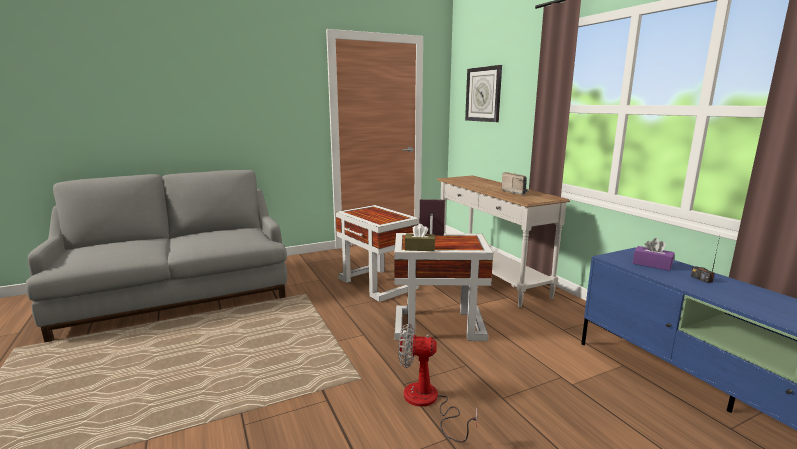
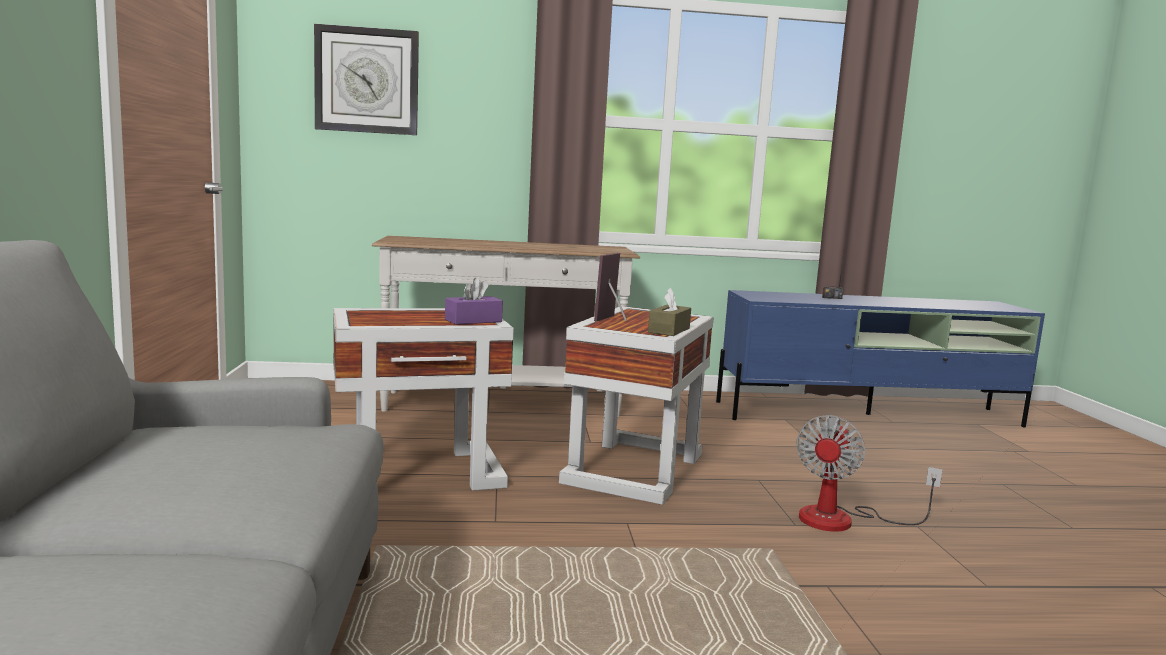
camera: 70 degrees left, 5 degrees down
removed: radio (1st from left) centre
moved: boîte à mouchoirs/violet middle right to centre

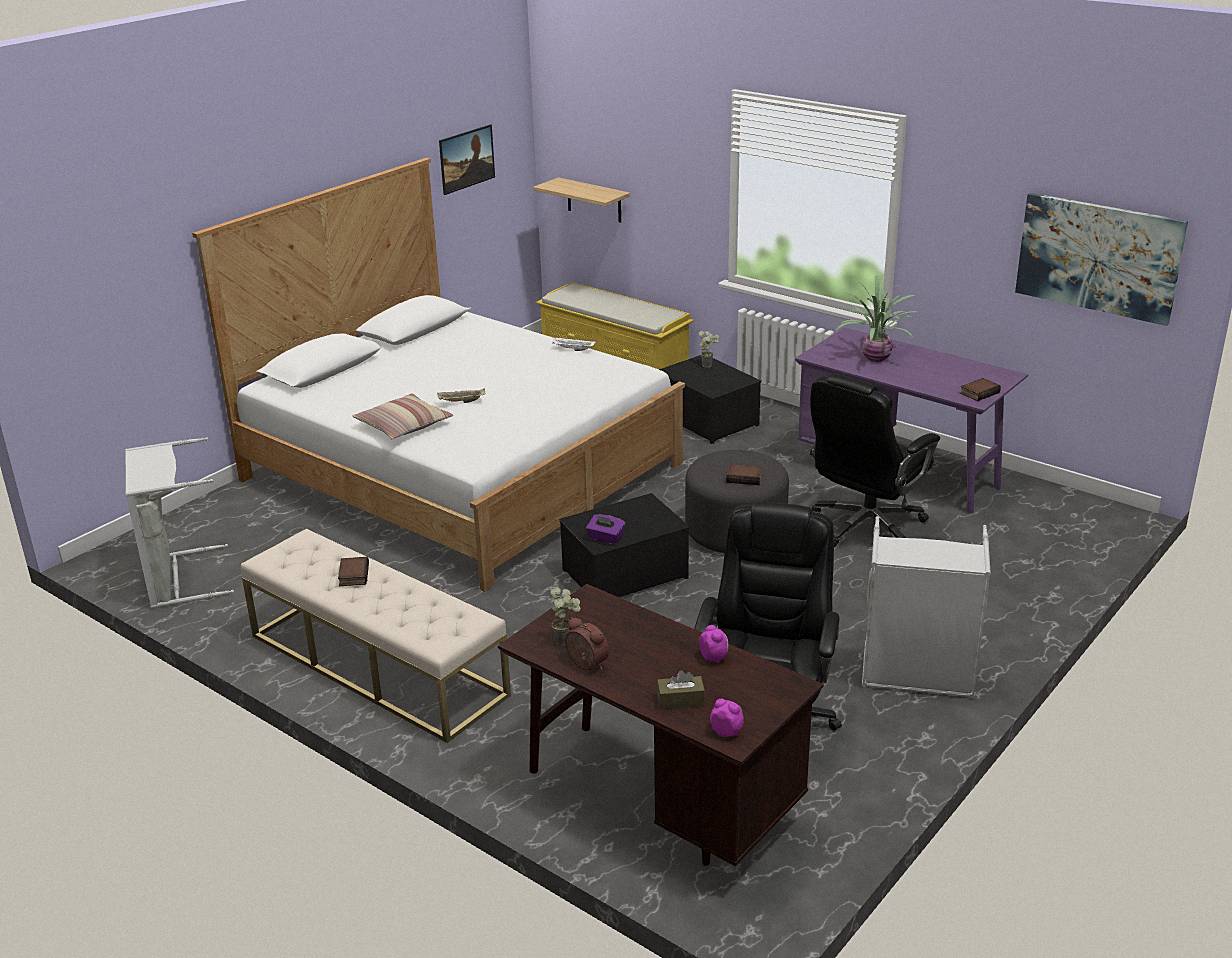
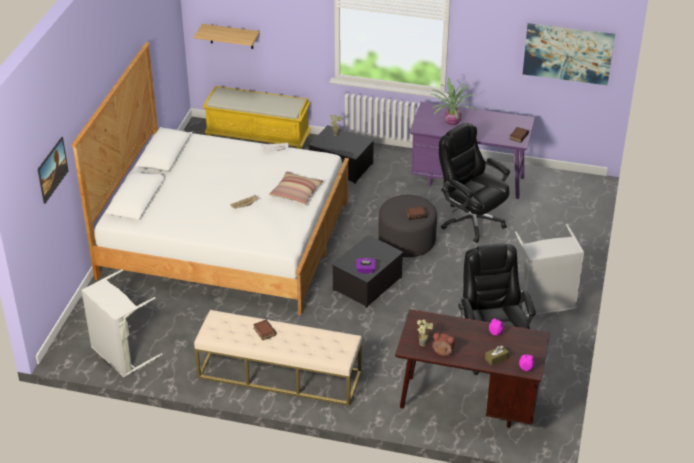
camera: 25 degrees left, 10 degrees up
moved: coussin middle left to centre; tableau (1st from left) top centre to middle left
turned: chaise de bureau/noir (2nd from left in the first image) middle right = middle right 120 degrees clockwise

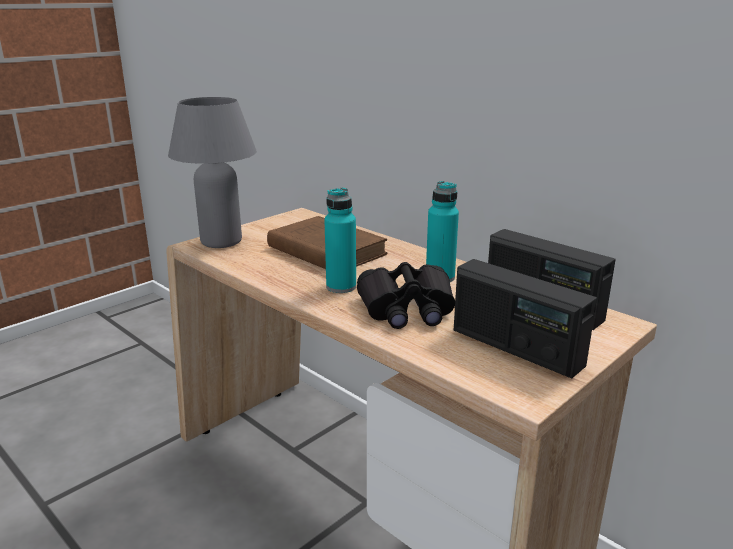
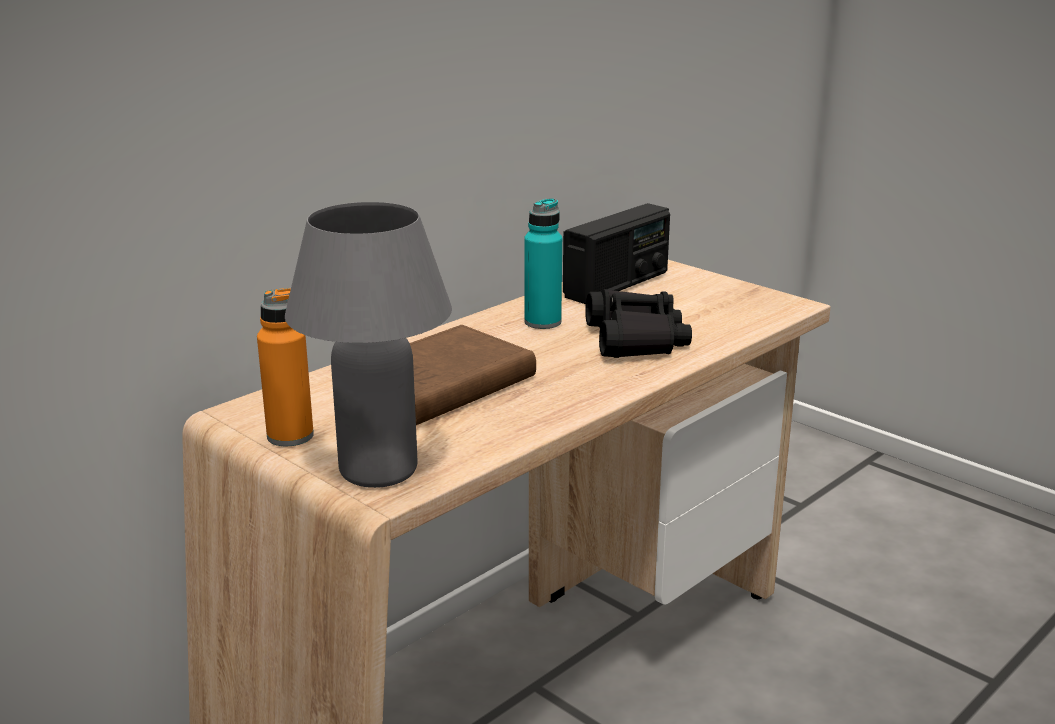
camera: 90 degrees left, 0 degrees up
removed: bouteille/turquoise (1st from left) centre; radio (1st from left) middle right
added: bouteille/orange middle left

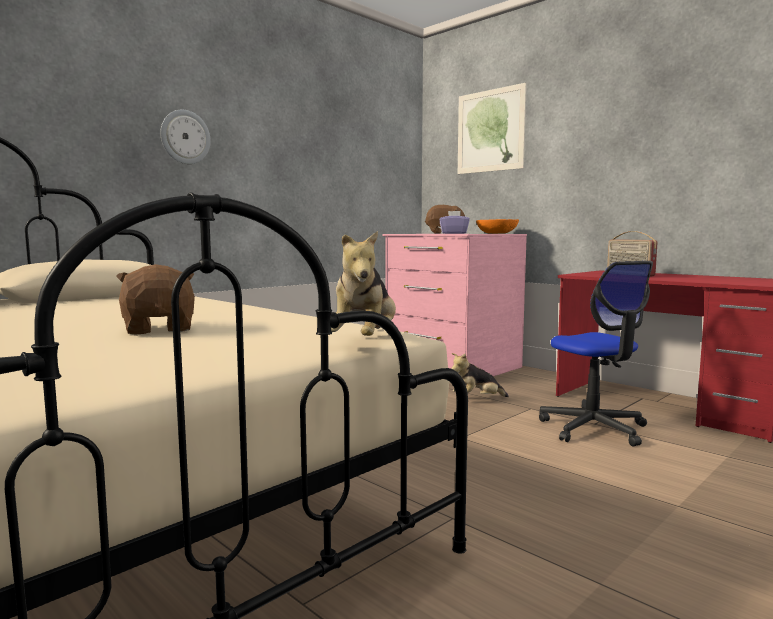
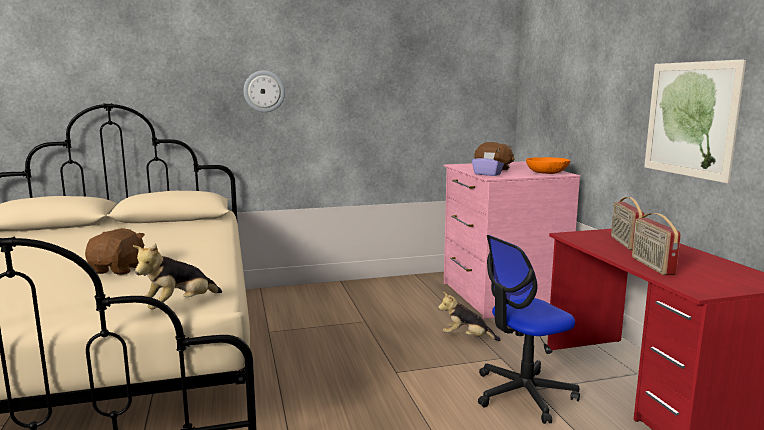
camera: 30 degrees right, 5 degrees up
added: radio (2nd from left) middle right
moved: tableau top centre to top right
turned: chaise de bureau middle right = bottom right 60 degrees clockwise

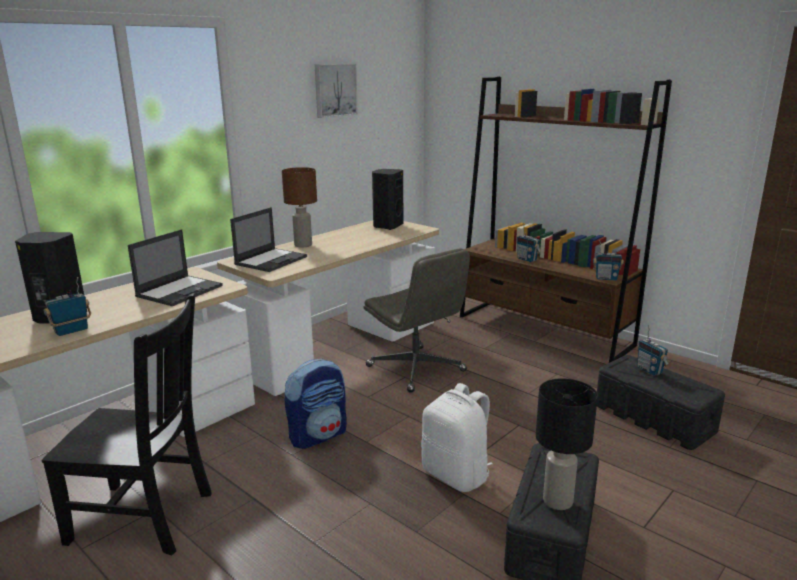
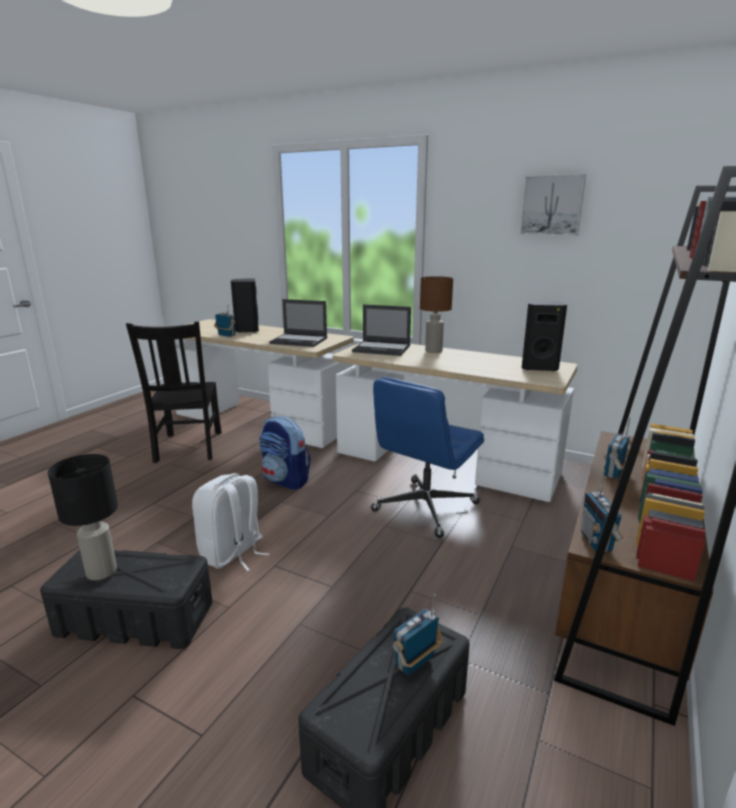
camera: 75 degrees right, 0 degrees up
recoloured: chaise de bureau/gris centre to chaise de bureau/bleu centre

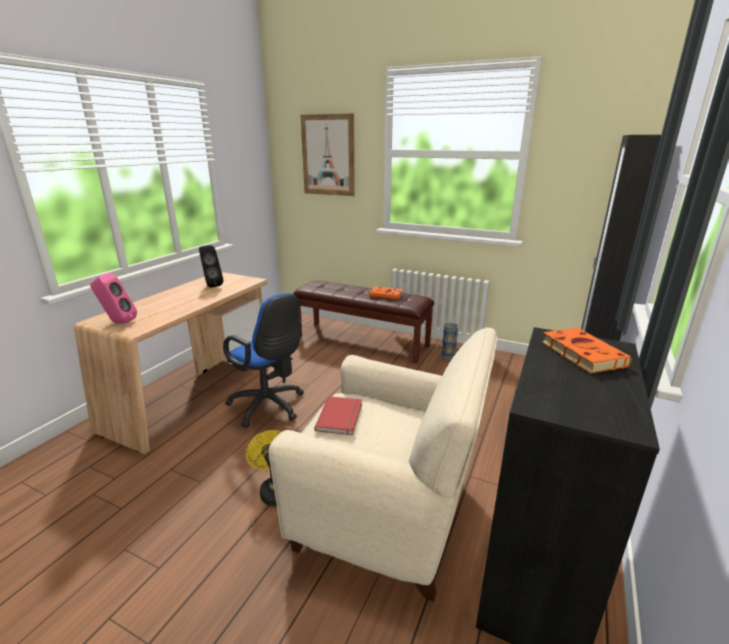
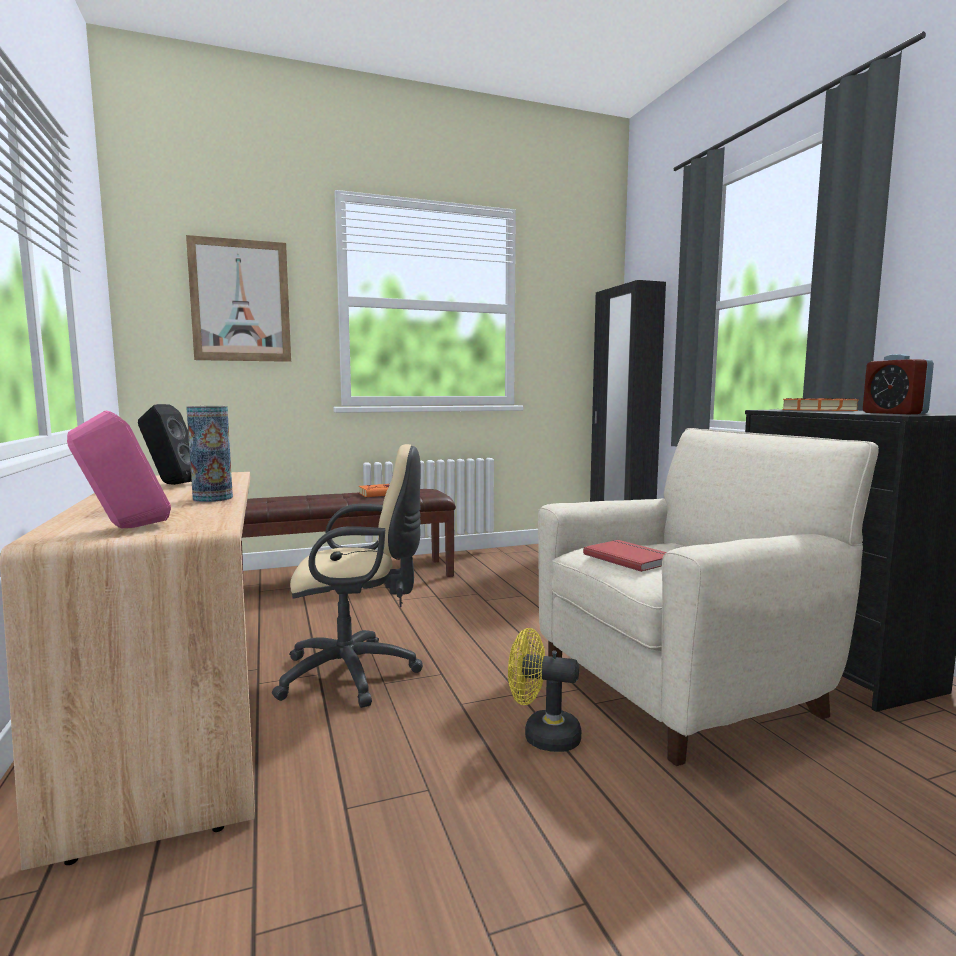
camera: 45 degrees left, 15 degrees down
added: réveil middle right
moved: vase centre to middle left
recoloured: chaise de bureau/bleu centre to chaise de bureau/beige centre

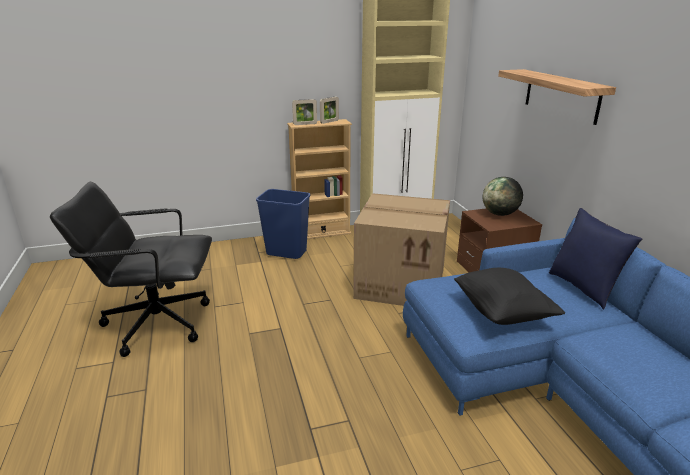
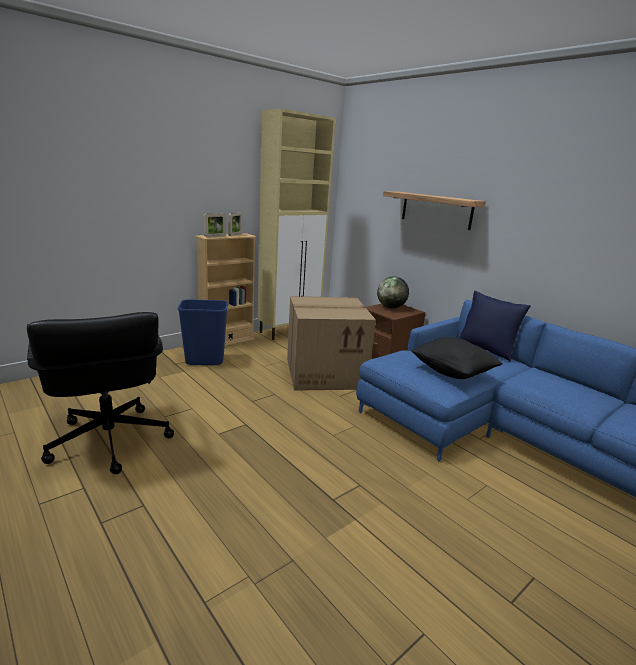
camera: 25 degrees left, 5 degrees down
turned: chaise de bureau/noir middle left = middle left 90 degrees counterclockwise

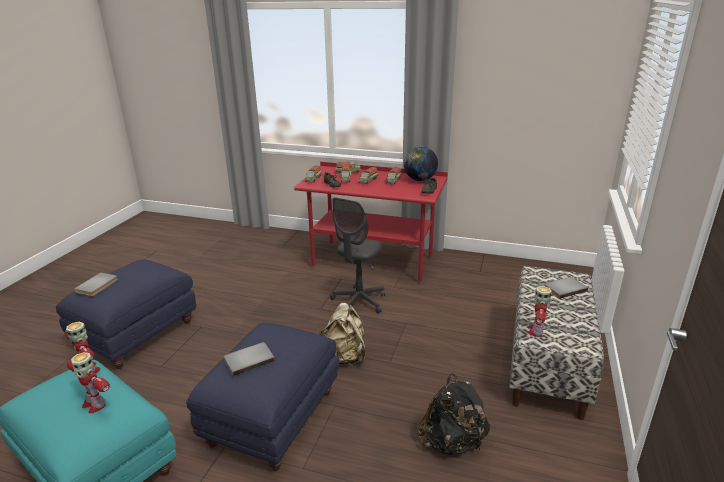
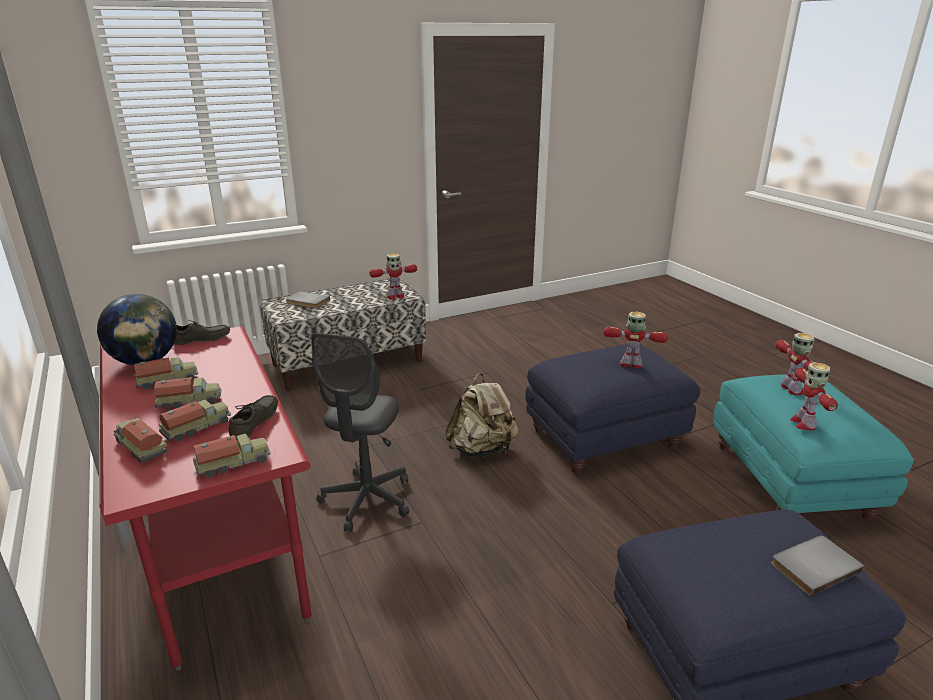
camera: 135 degrees left, 0 degrees up
removed: sac à dos/noir bottom centre
replaced: livre/gris (2nd from left) bottom centre to robot jouet (2nd from left) middle right
turned: chaise de bureau/gris centre = centre 120 degrees clockwise

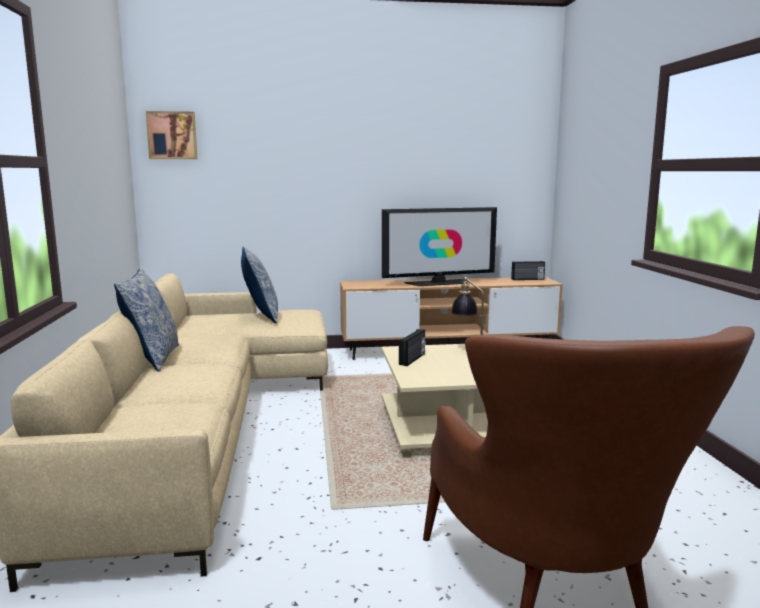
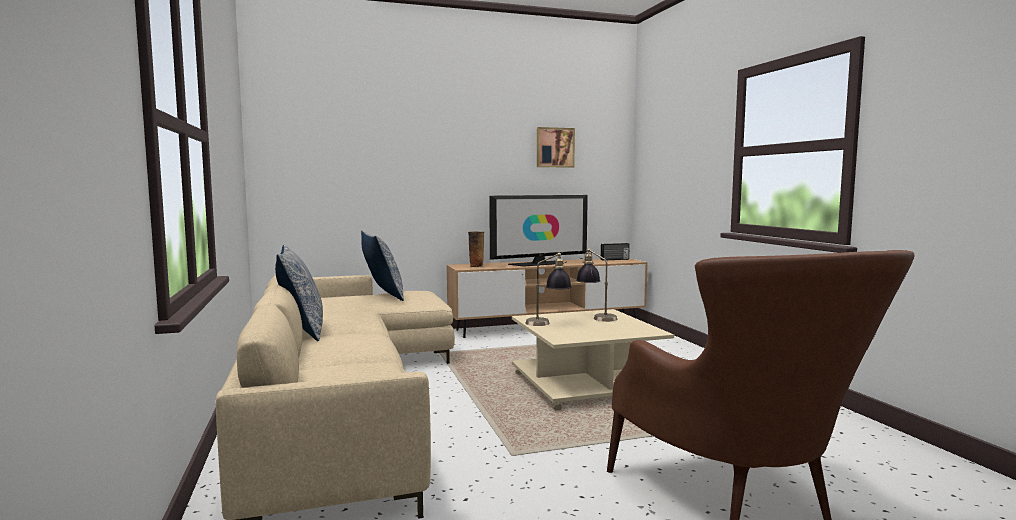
camera: 10 degrees left, 5 degrees down
added: vase centre
moved: tableau top left to top centre
replaced: radio (1st from left) centre to lampe de table (1st from left) centre

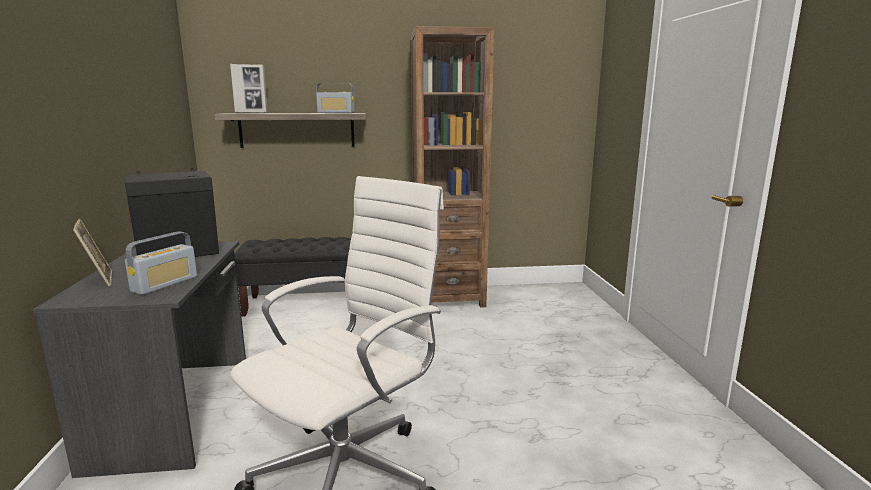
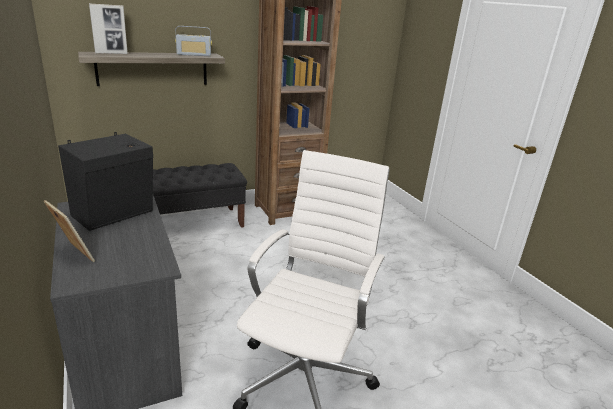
camera: 20 degrees left, 10 degrees up
removed: radio (1st from left) middle left

